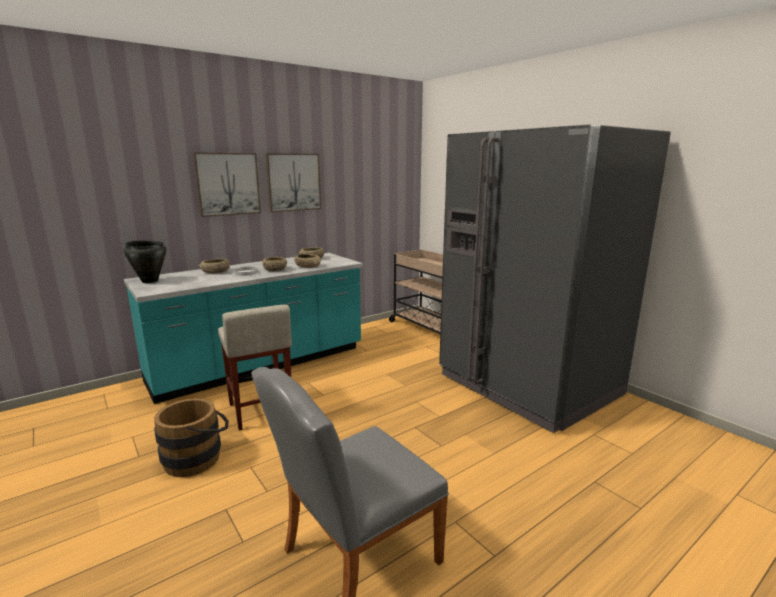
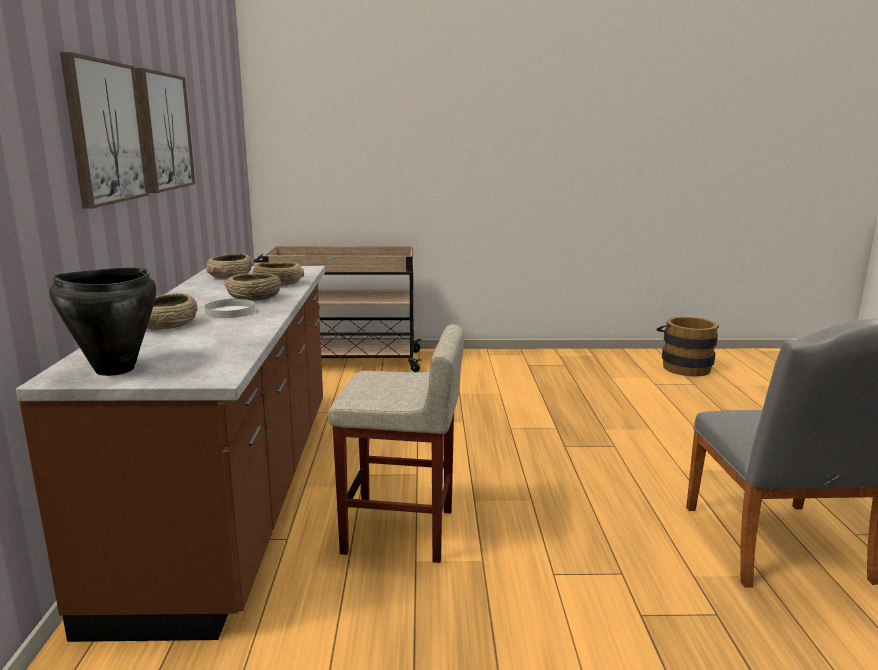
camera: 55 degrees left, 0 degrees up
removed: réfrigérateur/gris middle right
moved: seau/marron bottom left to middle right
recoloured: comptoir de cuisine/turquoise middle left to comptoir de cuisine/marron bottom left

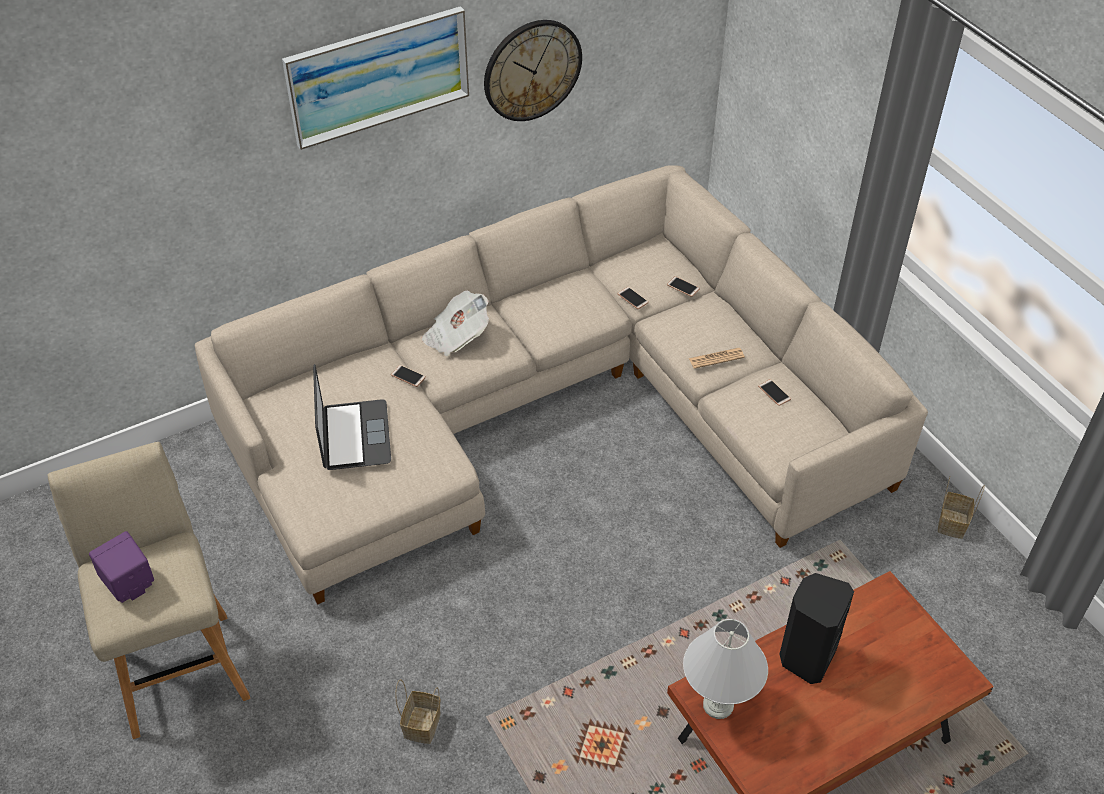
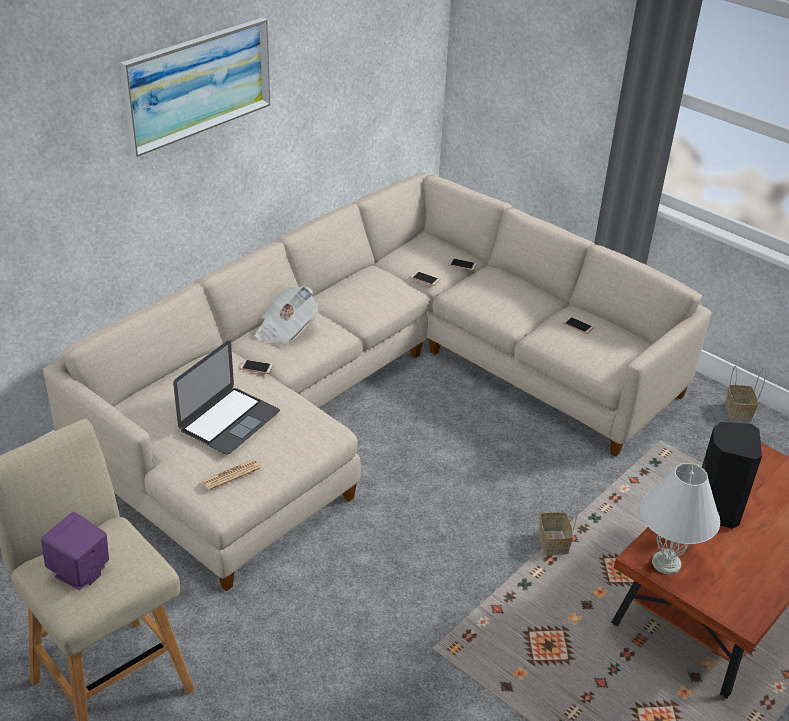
camera: 20 degrees left, 10 degrees down
removed: horloge murale top centre
moved: panier (1st from left) bottom centre to bottom right; journal (2nd from left in the first image) centre to journal (1st from left) middle left
turned: ordinateur portable middle left = middle left 60 degrees clockwise

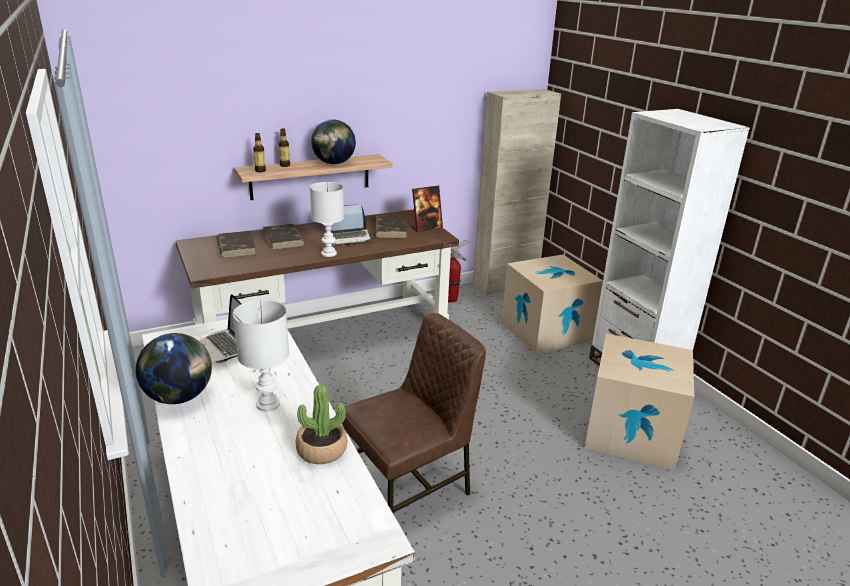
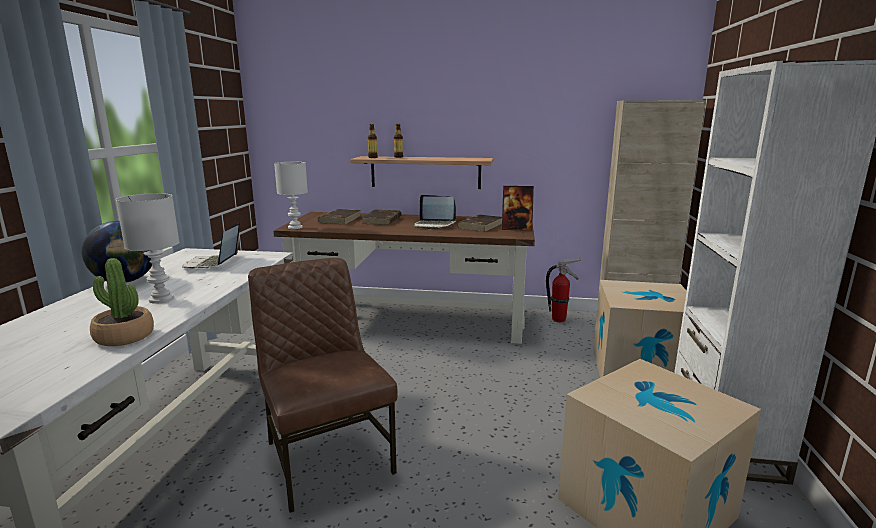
camera: 35 degrees right, 10 degrees down
removed: globe (2nd from left) top centre
moved: lampe de table/blanc (2nd from left) centre to middle left
turned: chaise/marron bottom centre = bottom centre 120 degrees counterclockwise

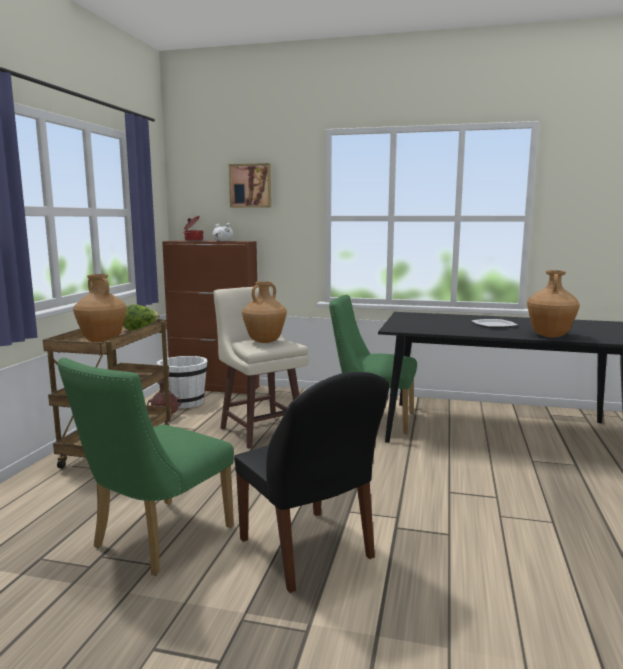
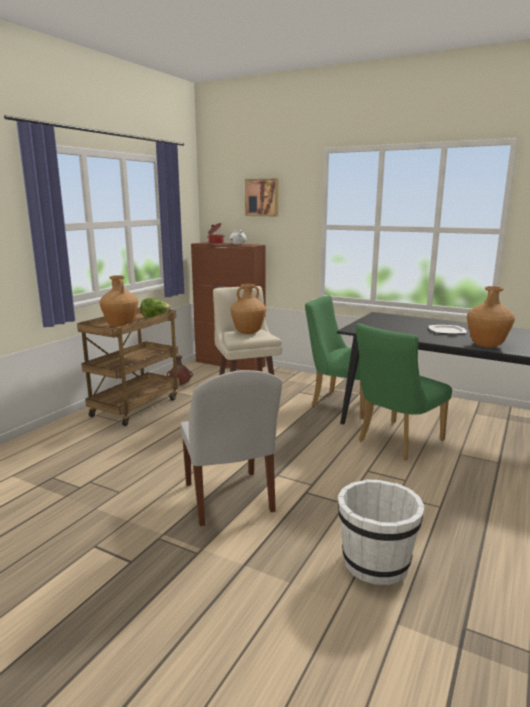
camera: 15 degrees right, 5 degrees up
moved: chaise/vert (1st from left in the first image) bottom left to chaise/vert (2nd from left) middle right; seau/blanc middle left to bottom right
recoloured: chaise/noir bottom centre to chaise/blanc centre

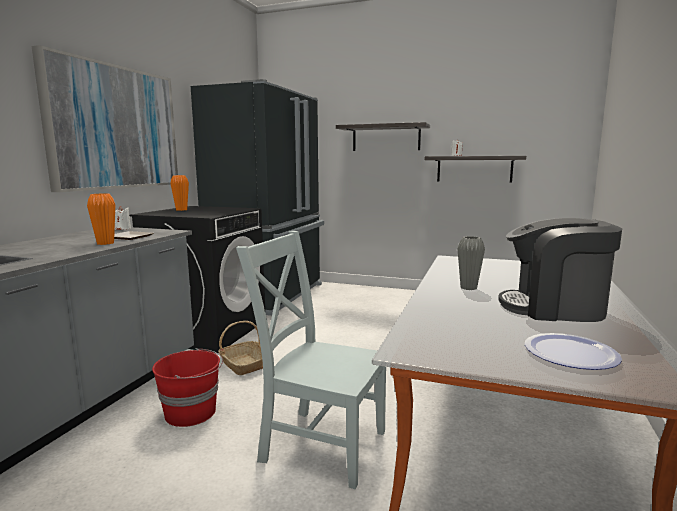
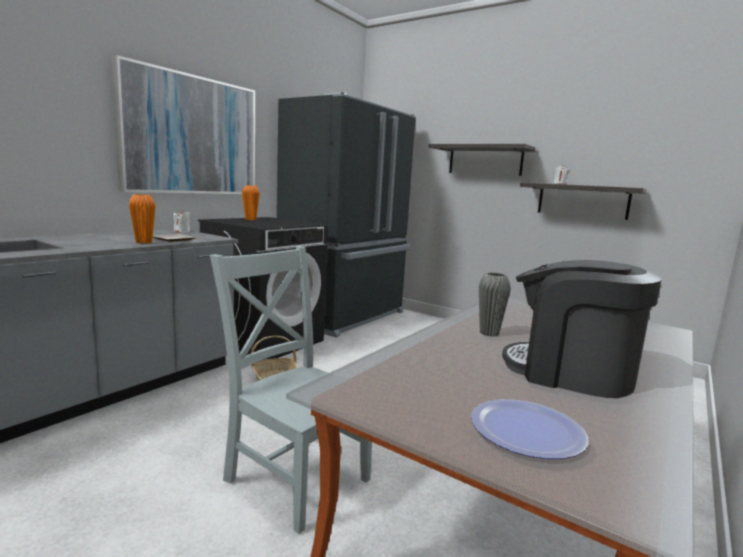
camera: 15 degrees right, 0 degrees up
removed: seau/rouge bottom left

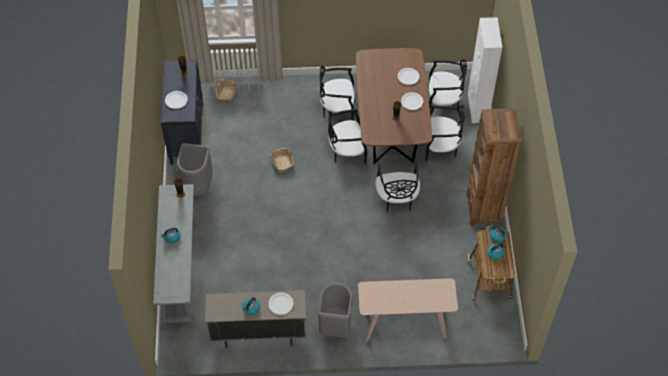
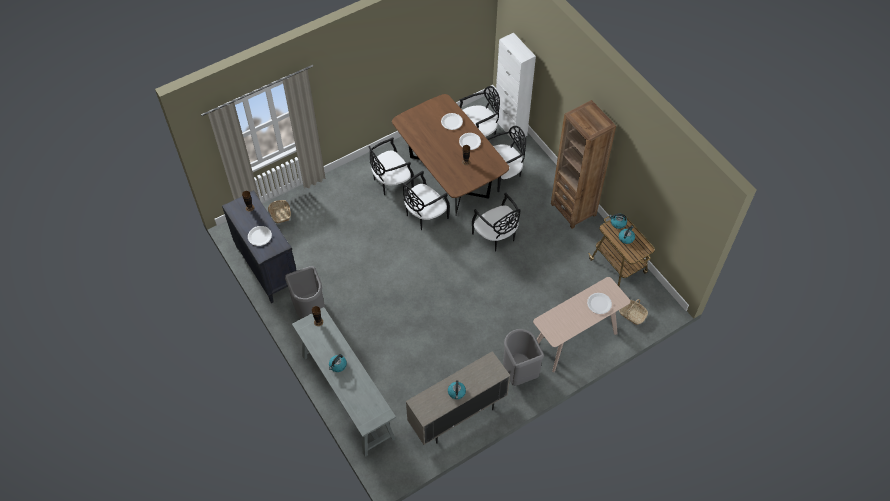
camera: 30 degrees left, 0 degrees up
moved: assiette/blanc (2nd from left in the first image) bottom centre to assiette/blanc (4th from left) middle right; panier (2nd from left) centre to middle right

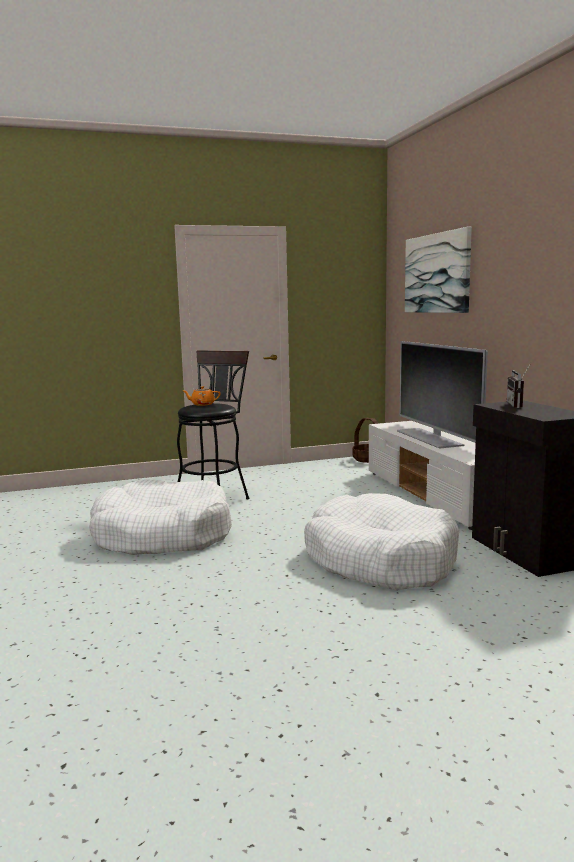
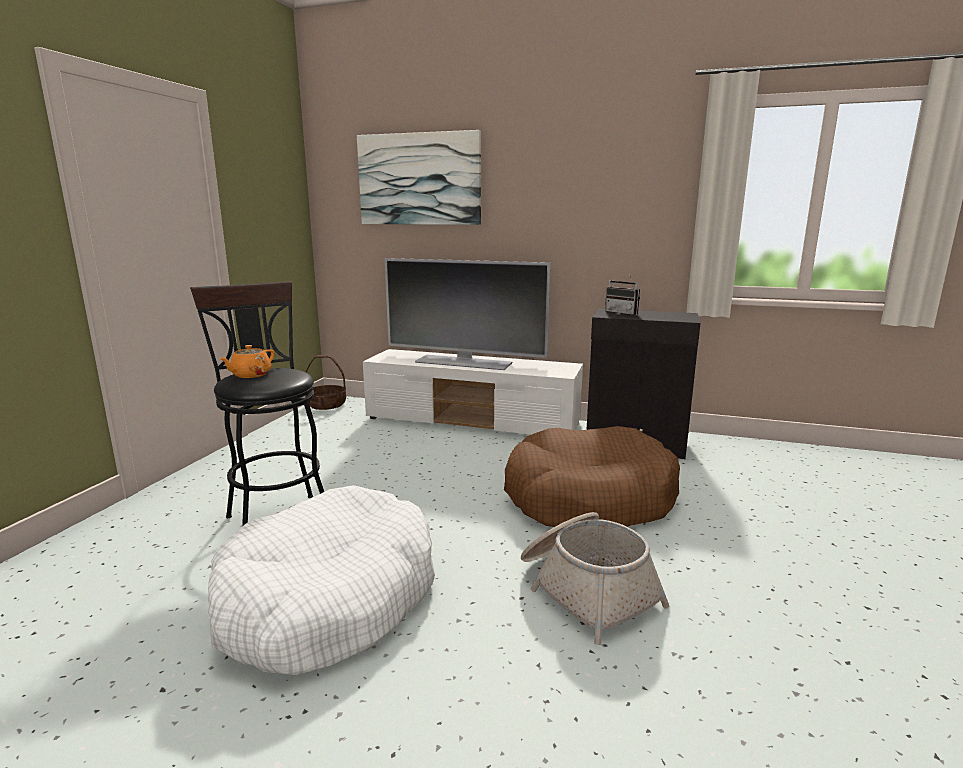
camera: 55 degrees left, 5 degrees up
added: panier (2nd from left) bottom centre
recoloured: panier pour chien/blanc (2nd from left) centre to panier pour chien/marron centre

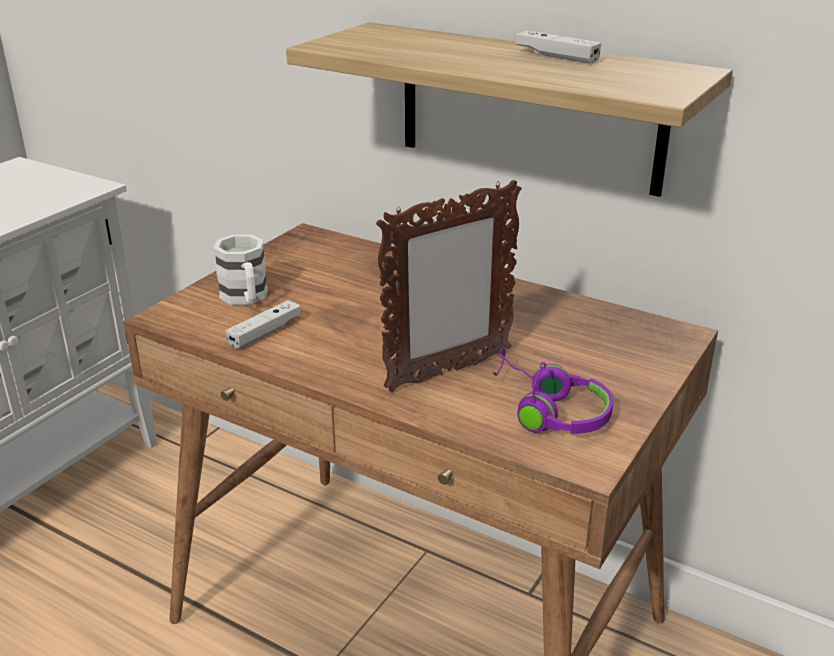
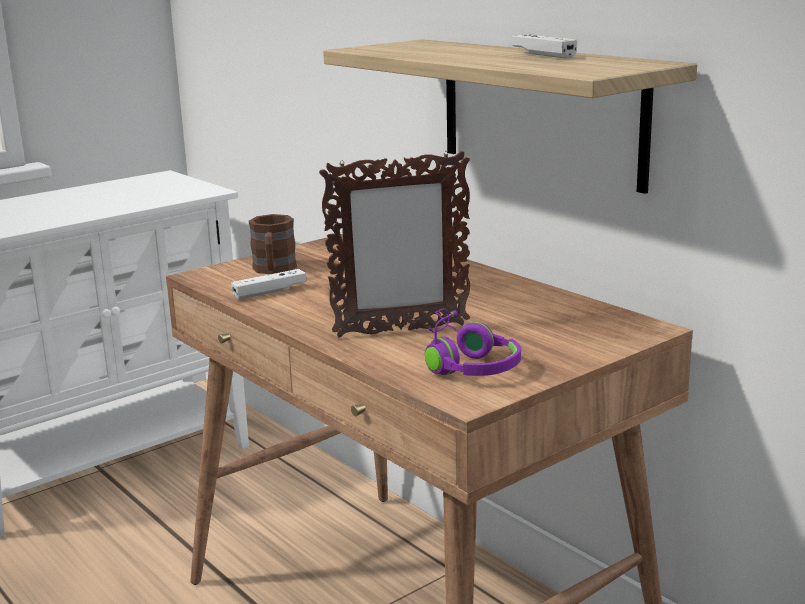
camera: 20 degrees right, 10 degrees down
recoloured: mug/blanc middle left to mug/marron centre

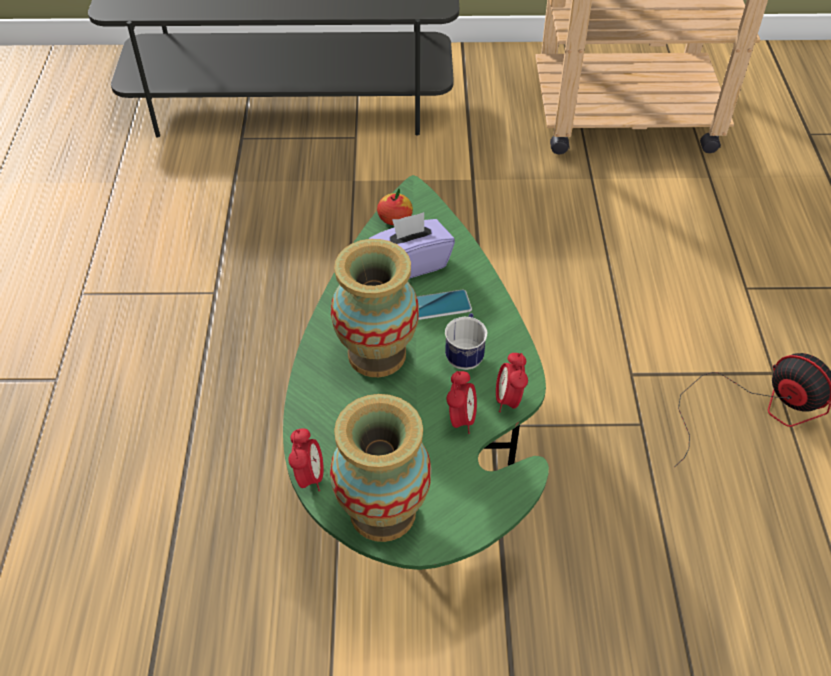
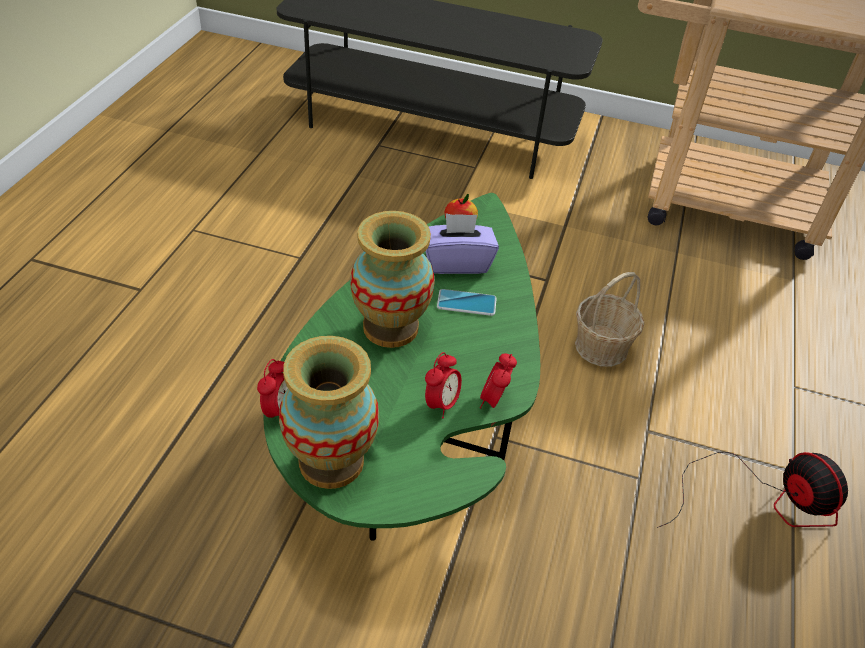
camera: 15 degrees right, 5 degrees down
removed: mug centre
added: panier middle right

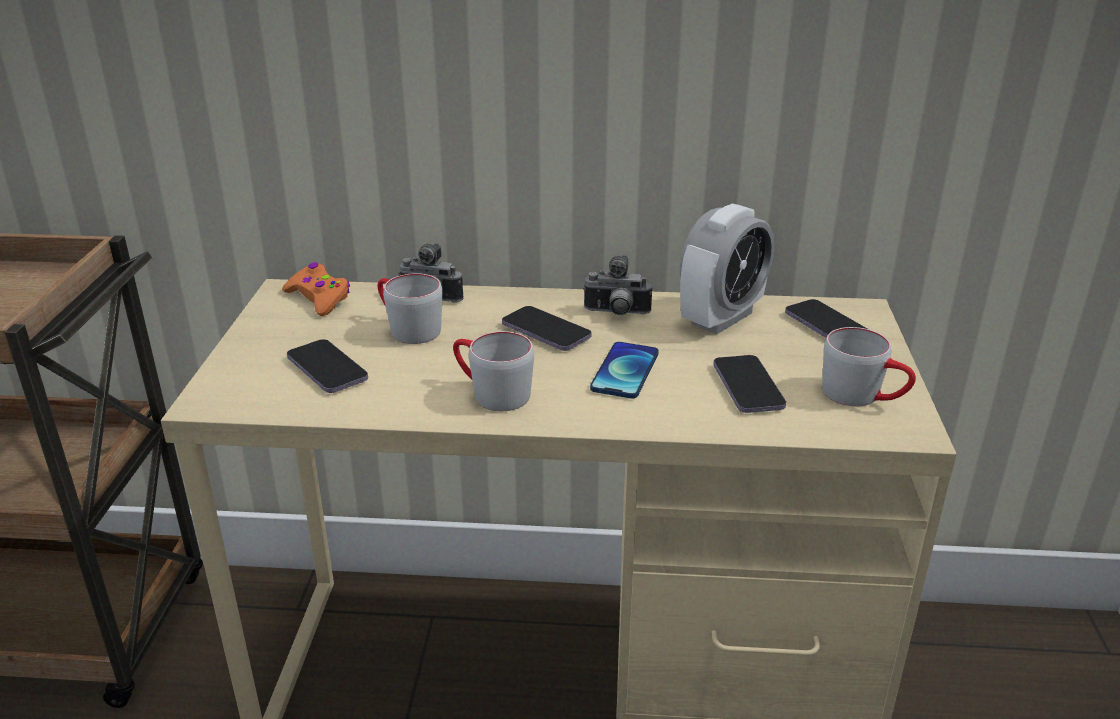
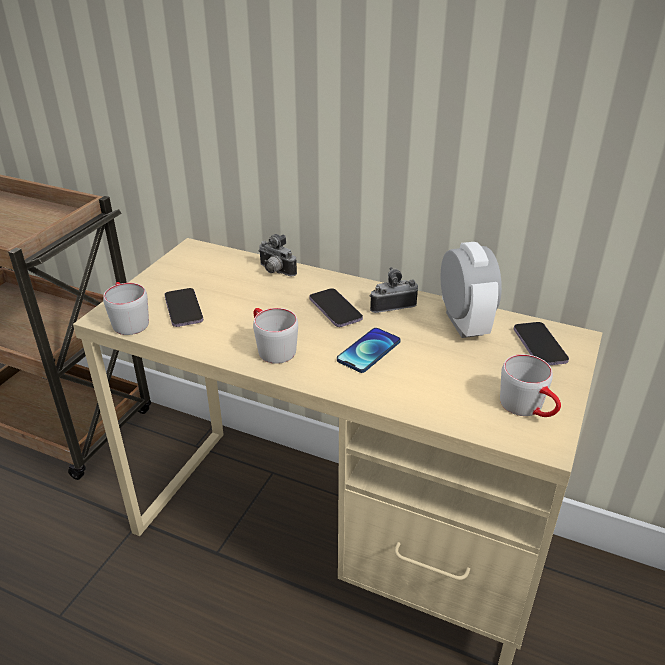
camera: 20 degrees right, 5 degrees up
removed: manette/orange middle left; téléphone (4th from left) middle right
moved: mug/gris (1st from left) centre to middle left
turned: appareil photo (2nd from left) centre = centre 135 degrees clockwise; réveil centre = middle right 75 degrees counterclockwise

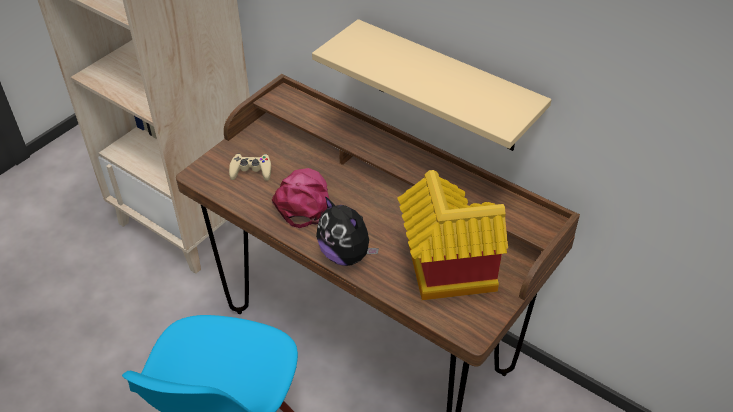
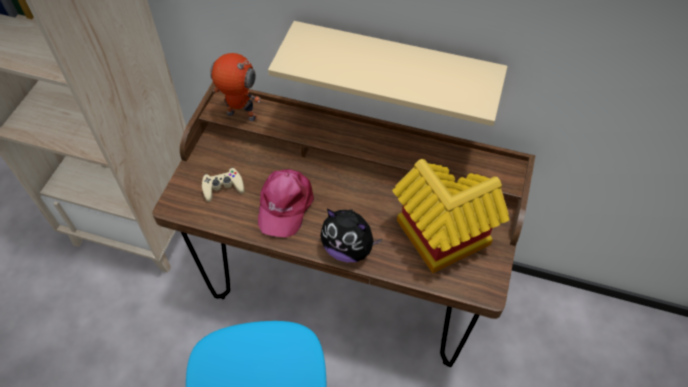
camera: 20 degrees left, 10 degrees up
added: robot jouet top centre
turned: casquette/rose centre = centre 150 degrees counterclockwise

